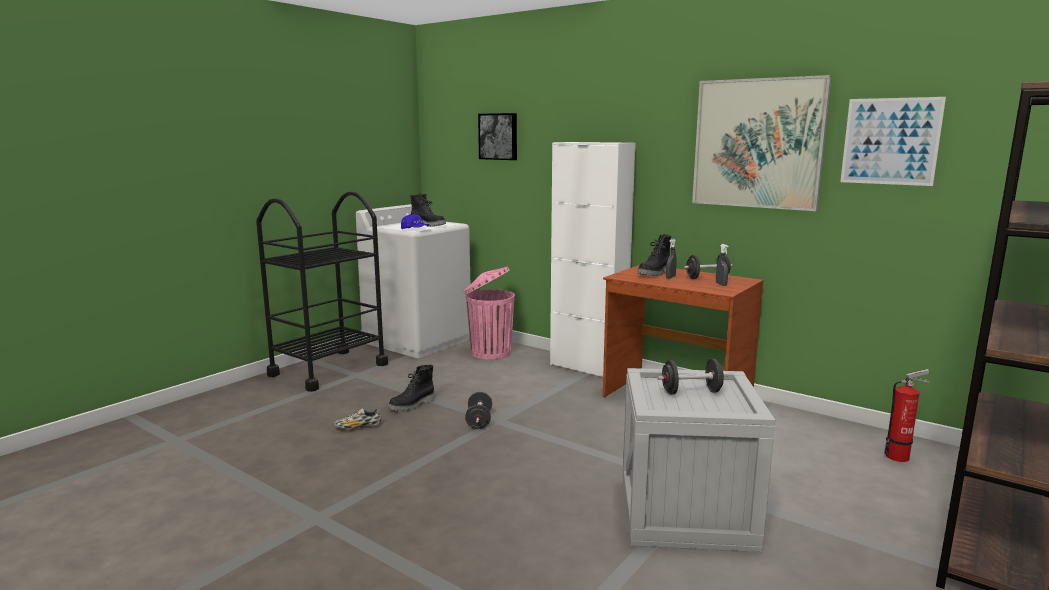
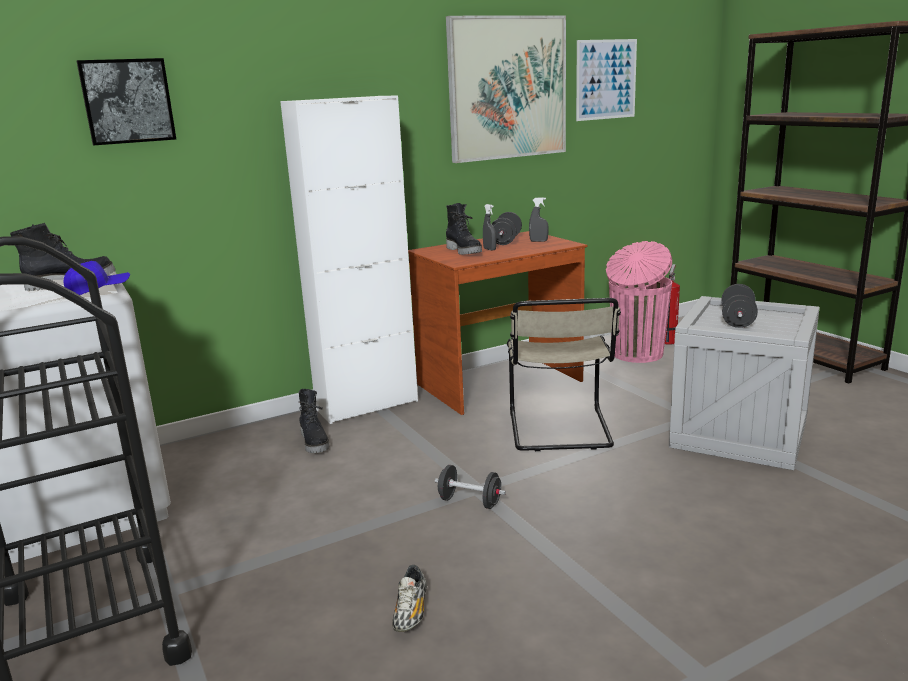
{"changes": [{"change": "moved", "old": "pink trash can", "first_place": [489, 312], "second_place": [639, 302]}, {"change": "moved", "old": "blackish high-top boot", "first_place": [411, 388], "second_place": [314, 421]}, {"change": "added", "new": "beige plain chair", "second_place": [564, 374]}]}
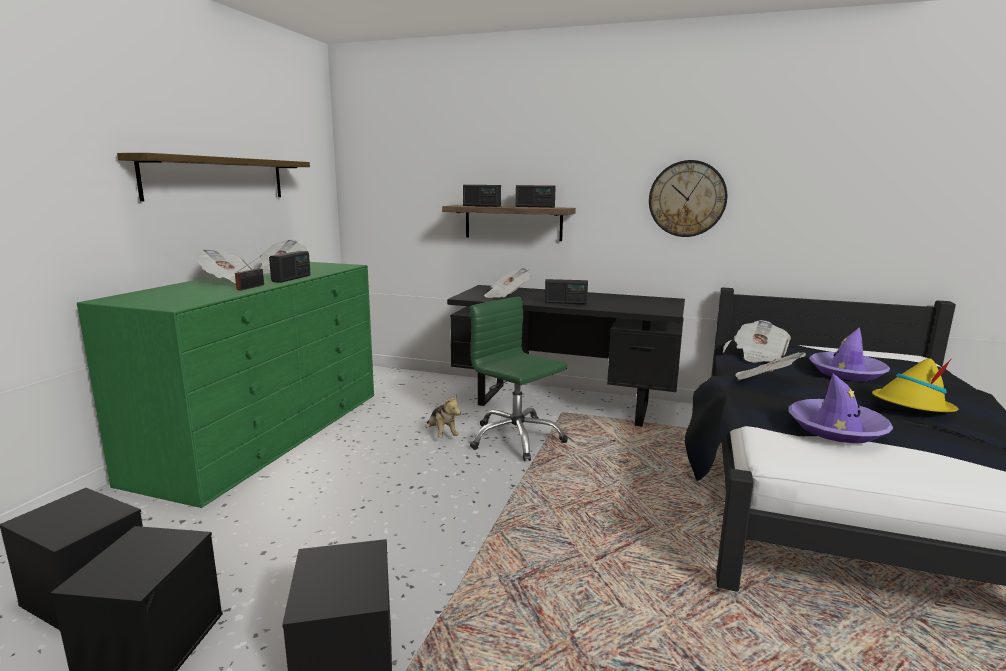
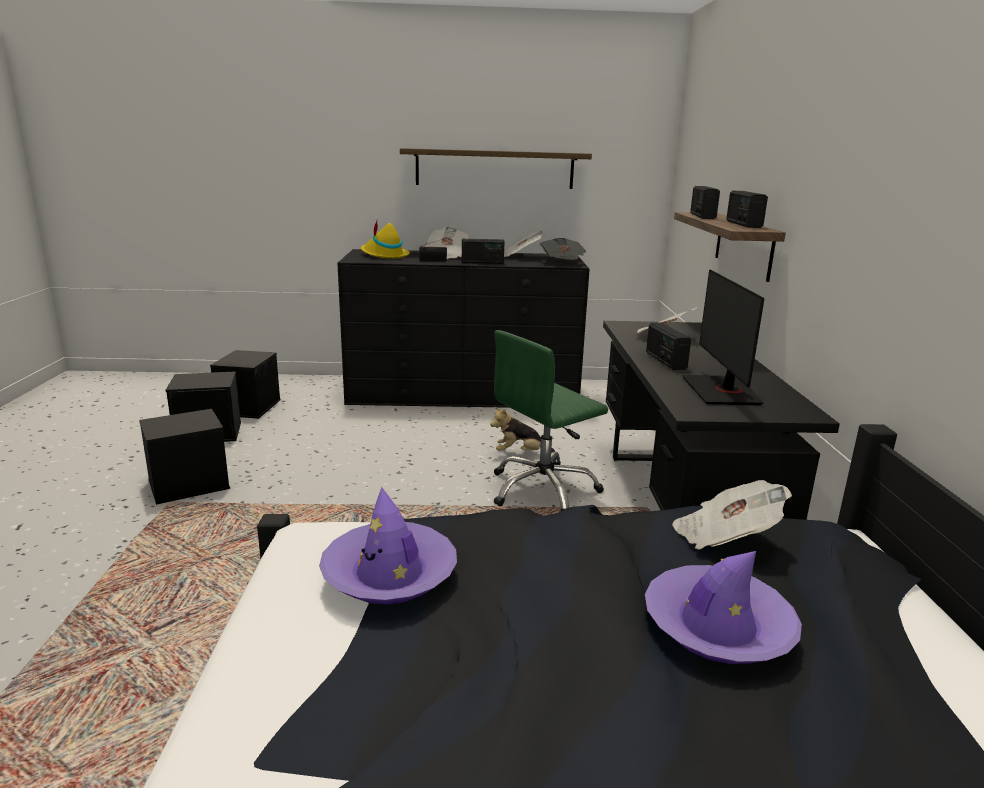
{"changes": [{"change": "removed", "old": "wall clock", "first_place": [688, 198]}, {"change": "recoloured", "old": "green-coloured chest of drawers", "new": "blackish chest of drawers", "first_place": [225, 385], "second_place": [463, 328]}, {"change": "turned", "old": "green-coloured computer chair", "first_place": [519, 379], "second_place": [551, 420], "degrees": -150}, {"change": "moved", "old": "newspaper", "first_place": [771, 366], "second_place": [563, 249]}, {"change": "moved", "old": "yellowish clothing hat", "first_place": [915, 385], "second_place": [385, 240]}, {"change": "turned", "old": "cuddly toy", "first_place": [443, 416], "second_place": [523, 429], "degrees": 45}, {"change": "added", "new": "monitor", "second_place": [723, 337]}]}
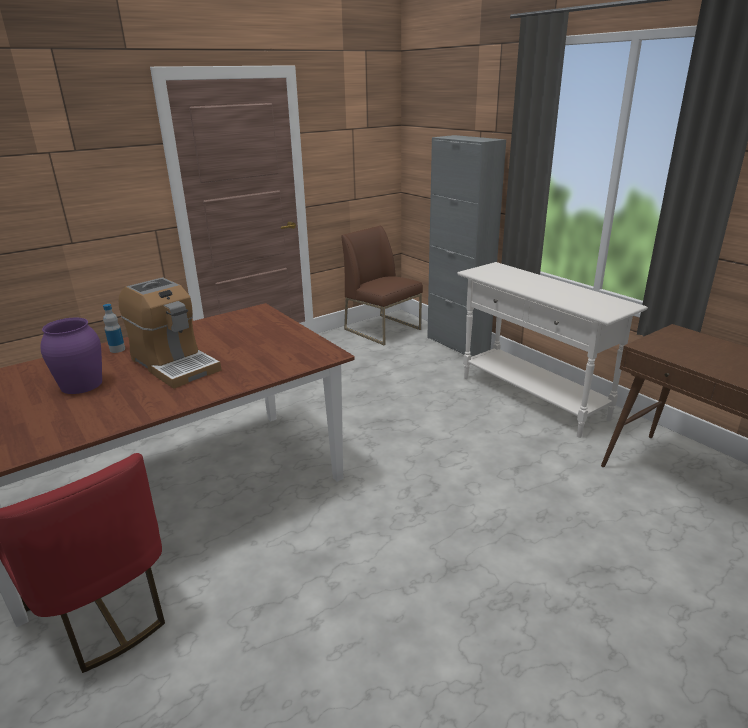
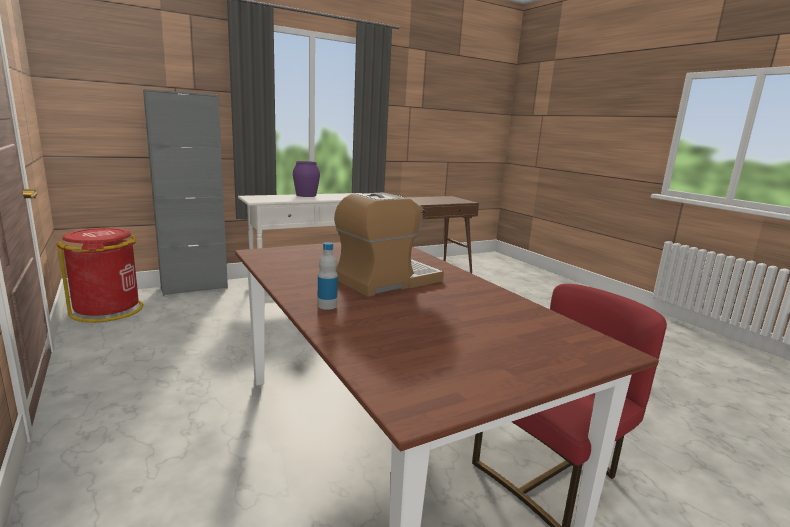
{"changes": [{"change": "replaced", "old": "brown plain chair", "new": "red-coloured trash can", "first_place": [382, 285], "second_place": [99, 275]}, {"change": "moved", "old": "purple-coloured decorative vase", "first_place": [71, 356], "second_place": [306, 179]}]}
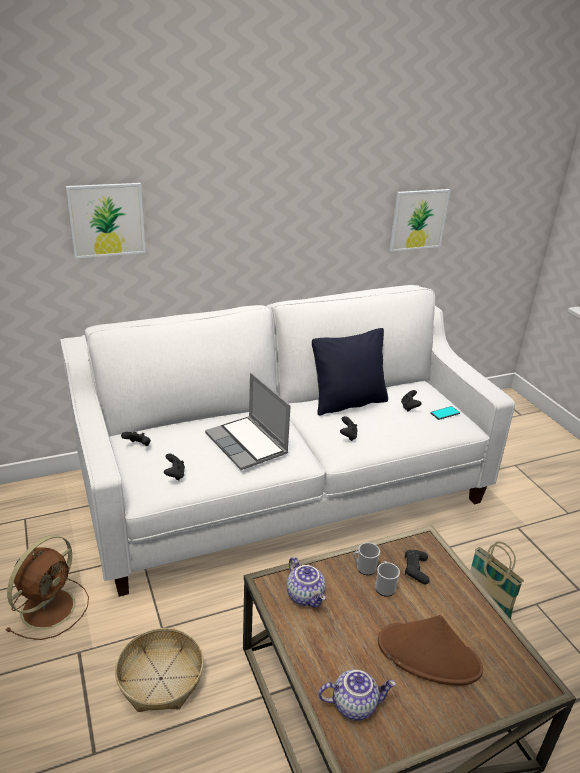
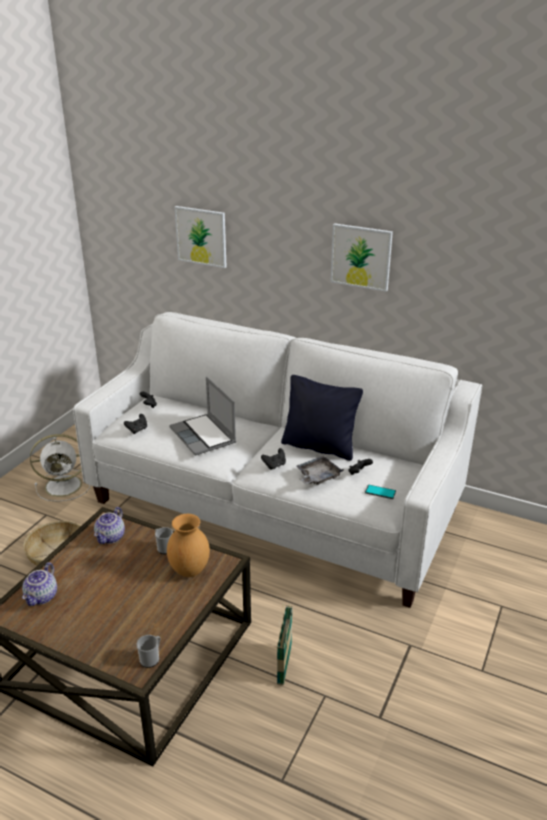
{"changes": [{"change": "moved", "old": "wall art", "first_place": [420, 220], "second_place": [362, 257]}, {"change": "turned", "old": "portable computer", "first_place": [248, 421], "second_place": [202, 416], "degrees": -45}, {"change": "recoloured", "old": "brown fan", "new": "whitish fan", "first_place": [47, 587], "second_place": [60, 468]}, {"change": "replaced", "old": "blackish joypad", "new": "brown decorative vase", "first_place": [417, 567], "second_place": [188, 545]}, {"change": "moved", "old": "mug", "first_place": [387, 579], "second_place": [149, 651]}, {"change": "removed", "old": "brown clothing hat", "first_place": [430, 650]}, {"change": "turned", "old": "tea pot", "first_place": [357, 695], "second_place": [39, 584], "degrees": 60}, {"change": "added", "new": "gray serving tray", "second_place": [320, 470]}]}
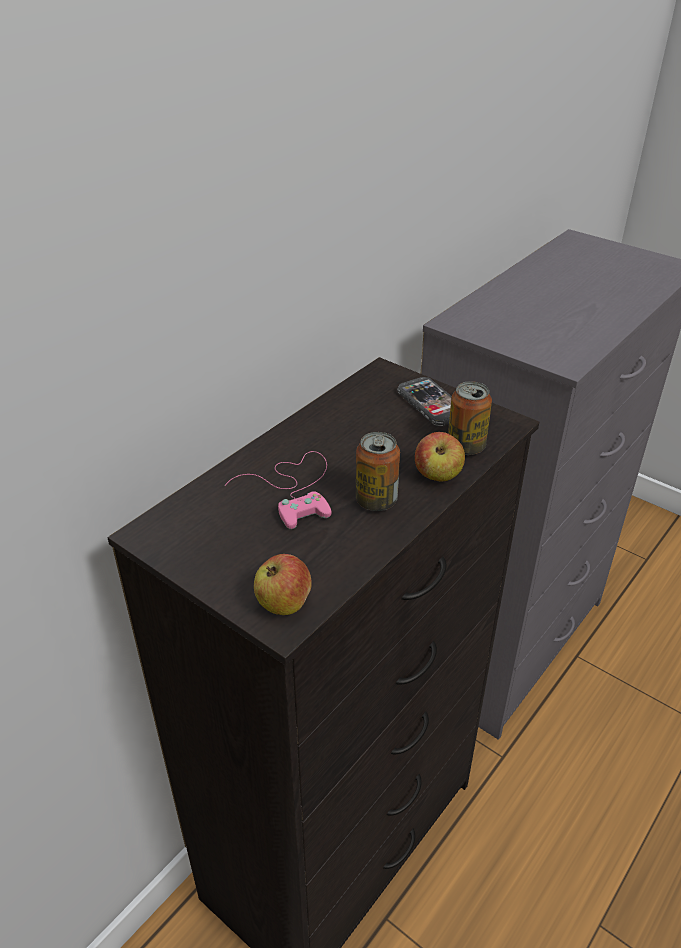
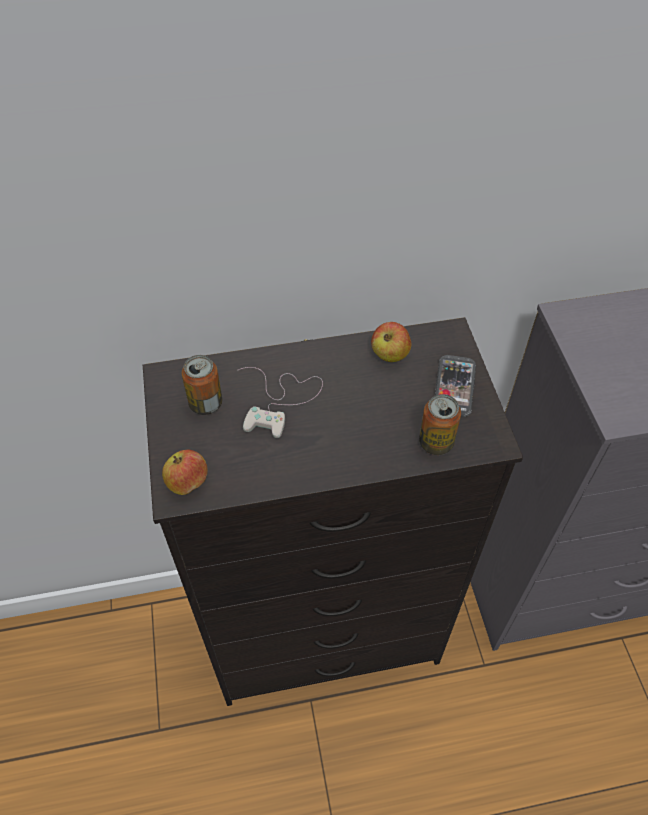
{"changes": [{"change": "moved", "old": "can", "first_place": [378, 471], "second_place": [202, 385]}, {"change": "moved", "old": "apple fruit", "first_place": [440, 456], "second_place": [391, 342]}, {"change": "recoloured", "old": "pink joypad", "new": "whitish joypad", "first_place": [278, 490], "second_place": [281, 402]}]}
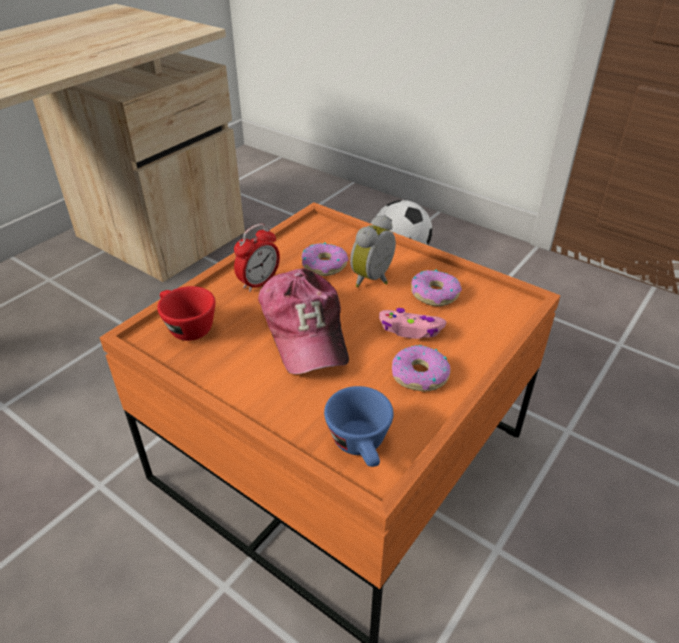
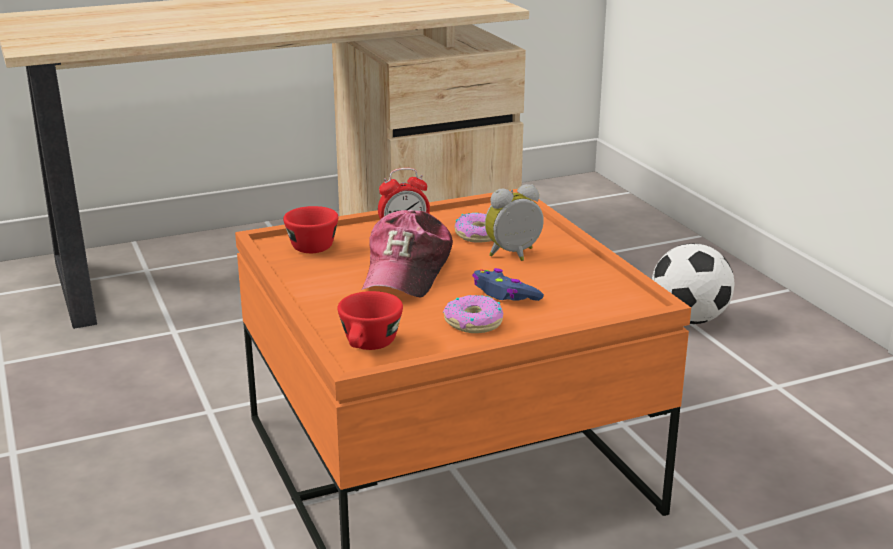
{"changes": [{"change": "removed", "old": "donut", "first_place": [436, 287]}, {"change": "recoloured", "old": "pink joypad", "new": "blue joypad", "first_place": [413, 323], "second_place": [508, 284]}, {"change": "recoloured", "old": "blue cup", "new": "red-coloured cup", "first_place": [359, 426], "second_place": [370, 320]}]}
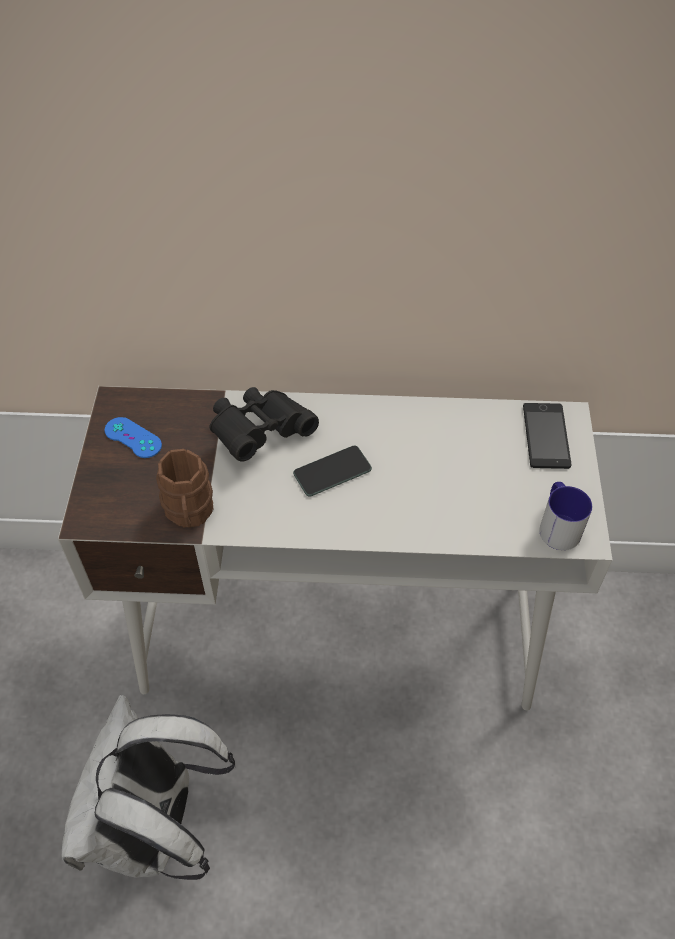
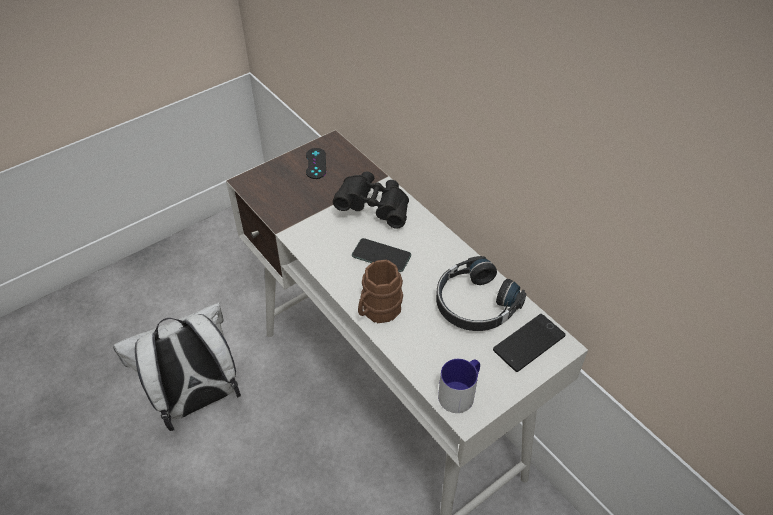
{"changes": [{"change": "recoloured", "old": "blue joypad", "new": "blackish joypad", "first_place": [133, 437], "second_place": [316, 163]}, {"change": "moved", "old": "brown mug", "first_place": [185, 488], "second_place": [380, 291]}, {"change": "added", "new": "blackish headphones", "second_place": [481, 293]}]}
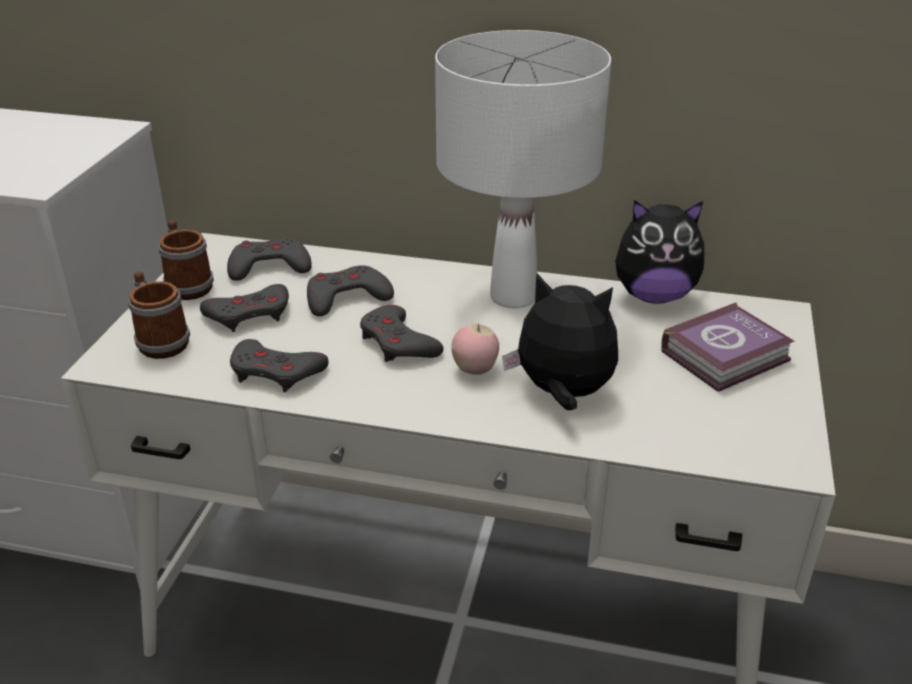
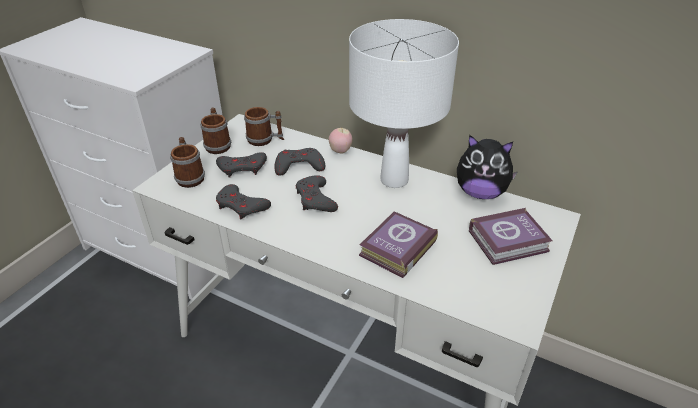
{"changes": [{"change": "replaced", "old": "gray joypad", "new": "mug", "first_place": [269, 259], "second_place": [264, 126]}, {"change": "replaced", "old": "cuddly toy", "new": "bound book", "first_place": [560, 341], "second_place": [398, 244]}, {"change": "moved", "old": "apple fruit", "first_place": [475, 349], "second_place": [341, 140]}]}
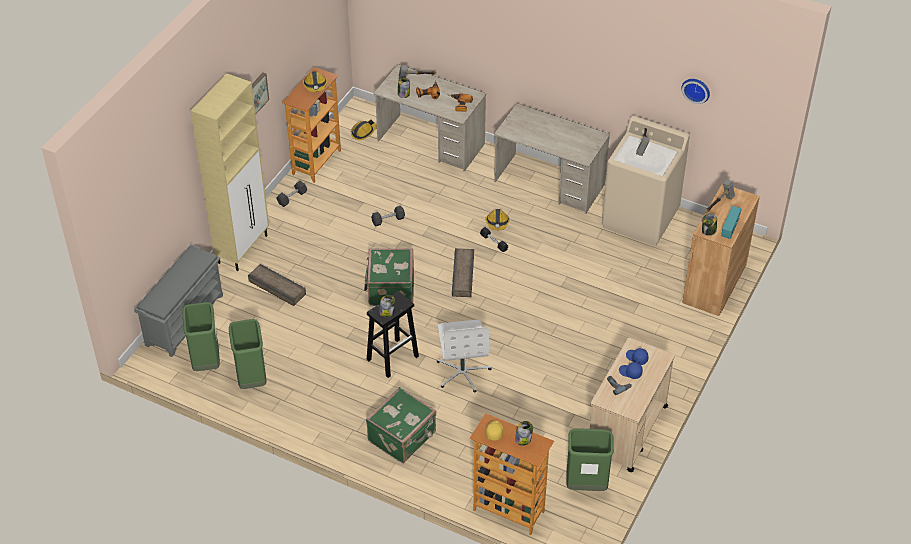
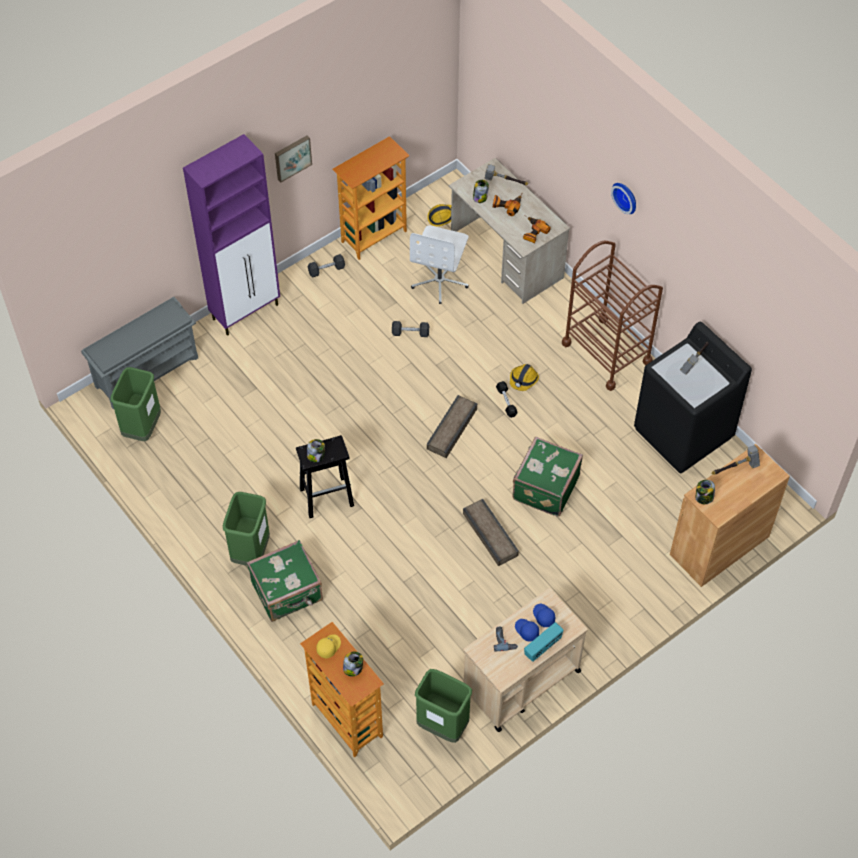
{"changes": [{"change": "removed", "old": "safety helmet", "first_place": [315, 82]}, {"change": "recoloured", "old": "beige cabinet", "new": "purple-coloured cabinet", "first_place": [230, 172], "second_place": [231, 235]}, {"change": "moved", "old": "wall clock", "first_place": [696, 91], "second_place": [623, 198]}, {"change": "replaced", "old": "beige desk", "new": "brown wheeled cart", "first_place": [552, 158], "second_place": [612, 315]}, {"change": "recoloured", "old": "beige washing machine", "new": "blackish washing machine", "first_place": [646, 181], "second_place": [693, 397]}, {"change": "moved", "old": "radio receiver", "first_place": [731, 222], "second_place": [544, 642]}, {"change": "moved", "old": "green-coloured travel case", "first_place": [389, 277], "second_place": [547, 477]}, {"change": "moved", "old": "crate", "first_place": [277, 285], "second_place": [491, 532]}, {"change": "moved", "old": "green-coloured trash can", "first_place": [247, 354], "second_place": [246, 529]}, {"change": "moved", "old": "whitish computer chair", "first_place": [464, 356], "second_place": [439, 265]}]}
